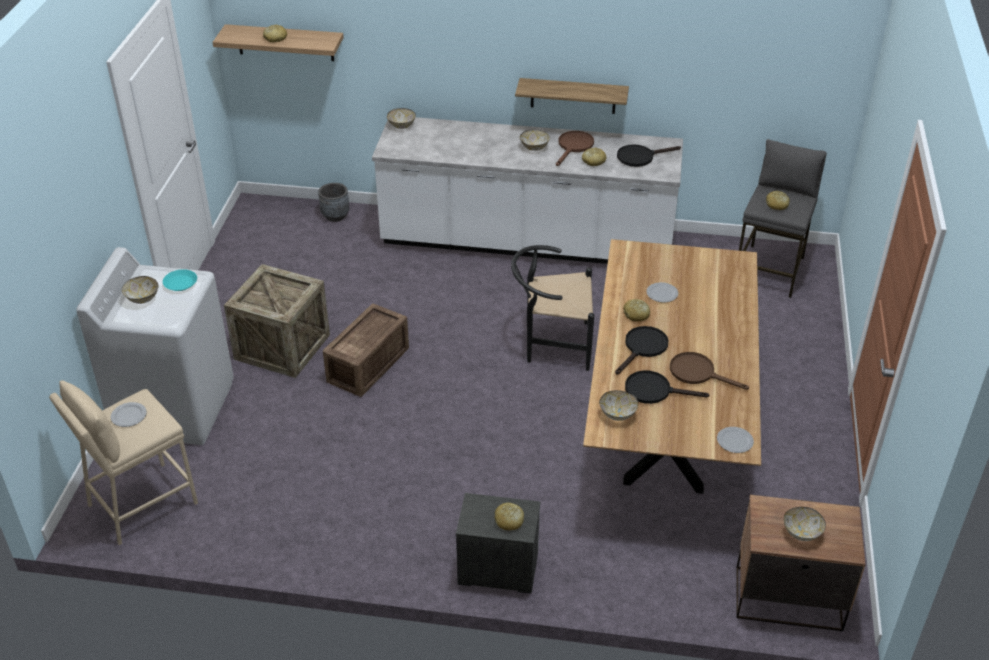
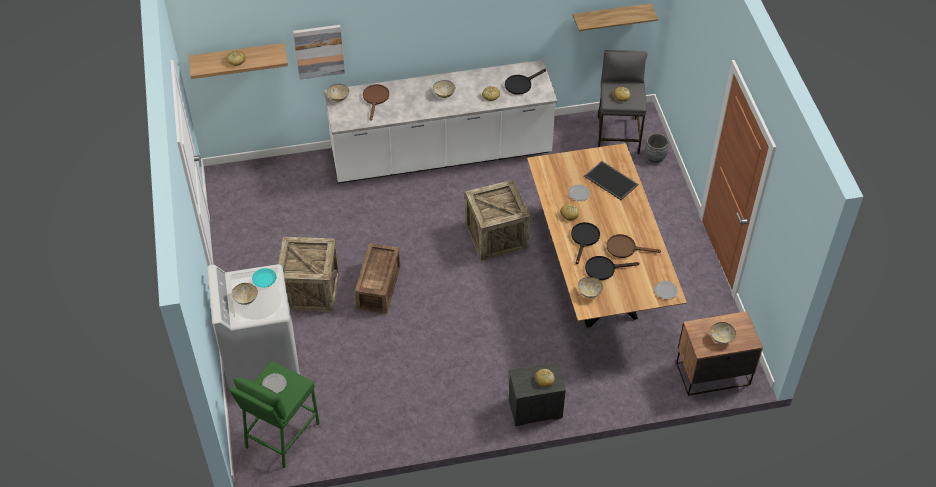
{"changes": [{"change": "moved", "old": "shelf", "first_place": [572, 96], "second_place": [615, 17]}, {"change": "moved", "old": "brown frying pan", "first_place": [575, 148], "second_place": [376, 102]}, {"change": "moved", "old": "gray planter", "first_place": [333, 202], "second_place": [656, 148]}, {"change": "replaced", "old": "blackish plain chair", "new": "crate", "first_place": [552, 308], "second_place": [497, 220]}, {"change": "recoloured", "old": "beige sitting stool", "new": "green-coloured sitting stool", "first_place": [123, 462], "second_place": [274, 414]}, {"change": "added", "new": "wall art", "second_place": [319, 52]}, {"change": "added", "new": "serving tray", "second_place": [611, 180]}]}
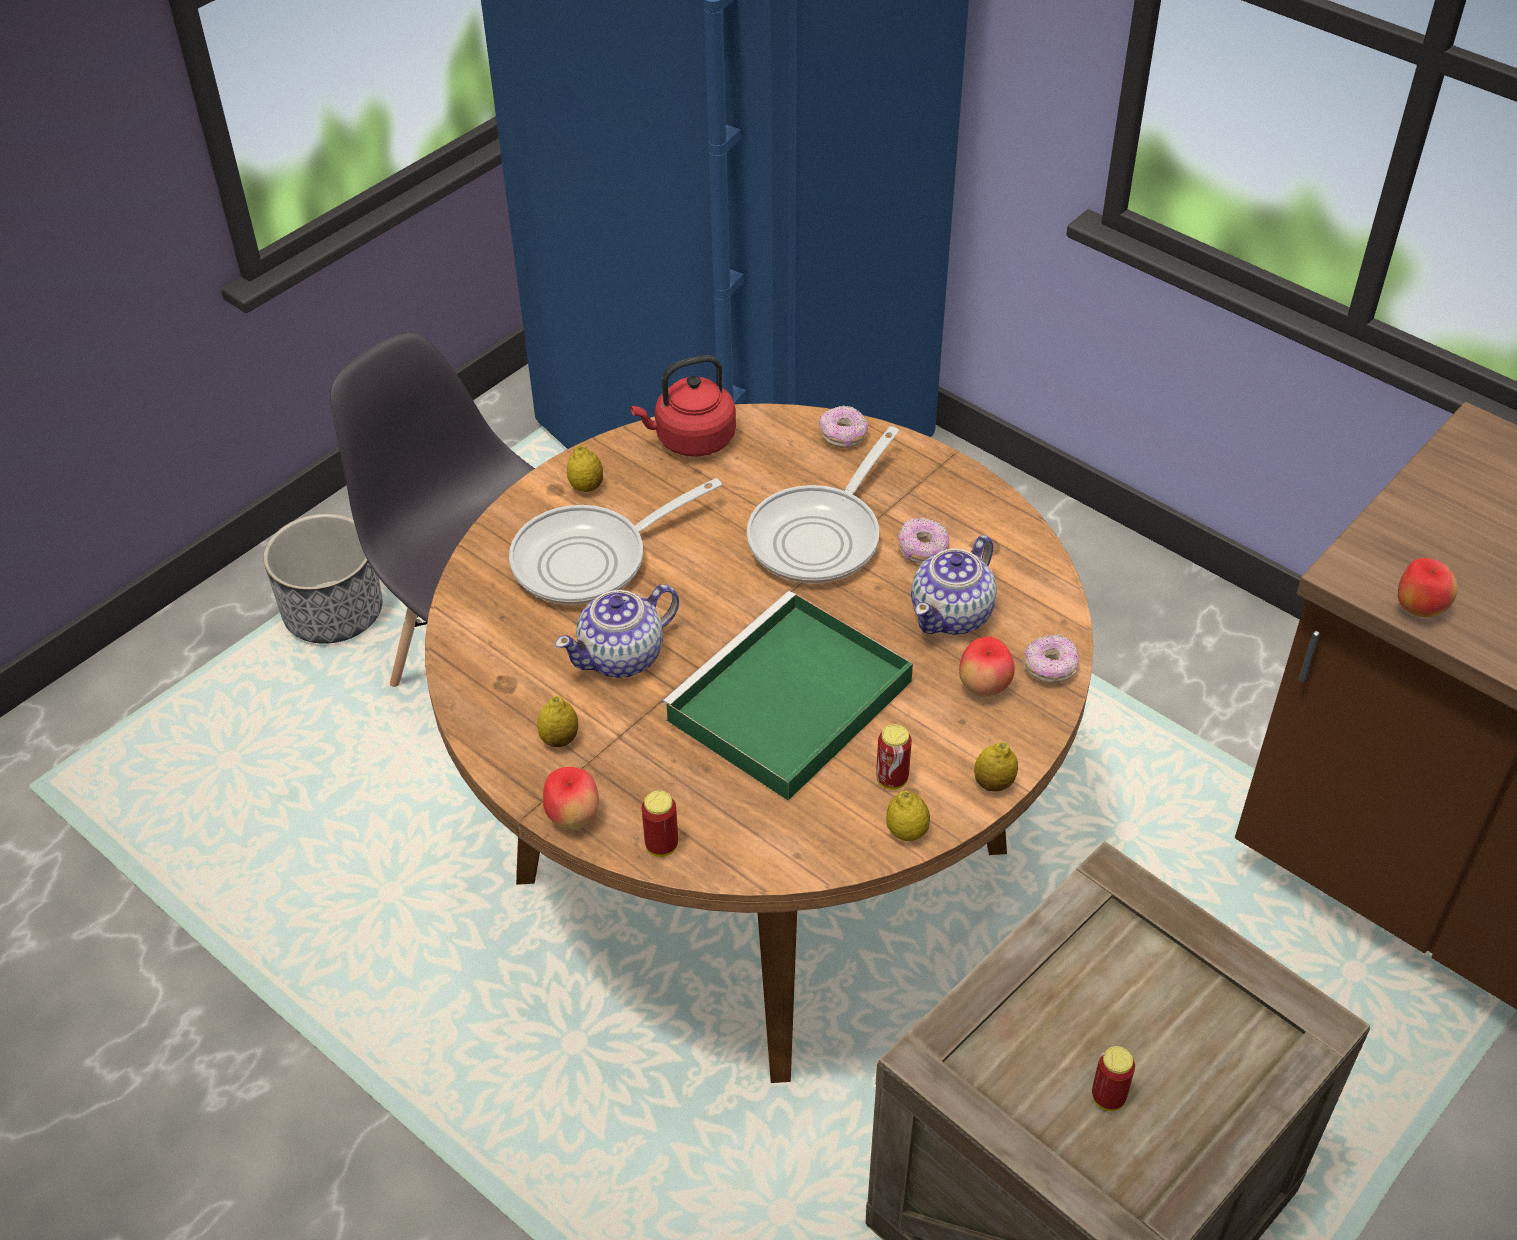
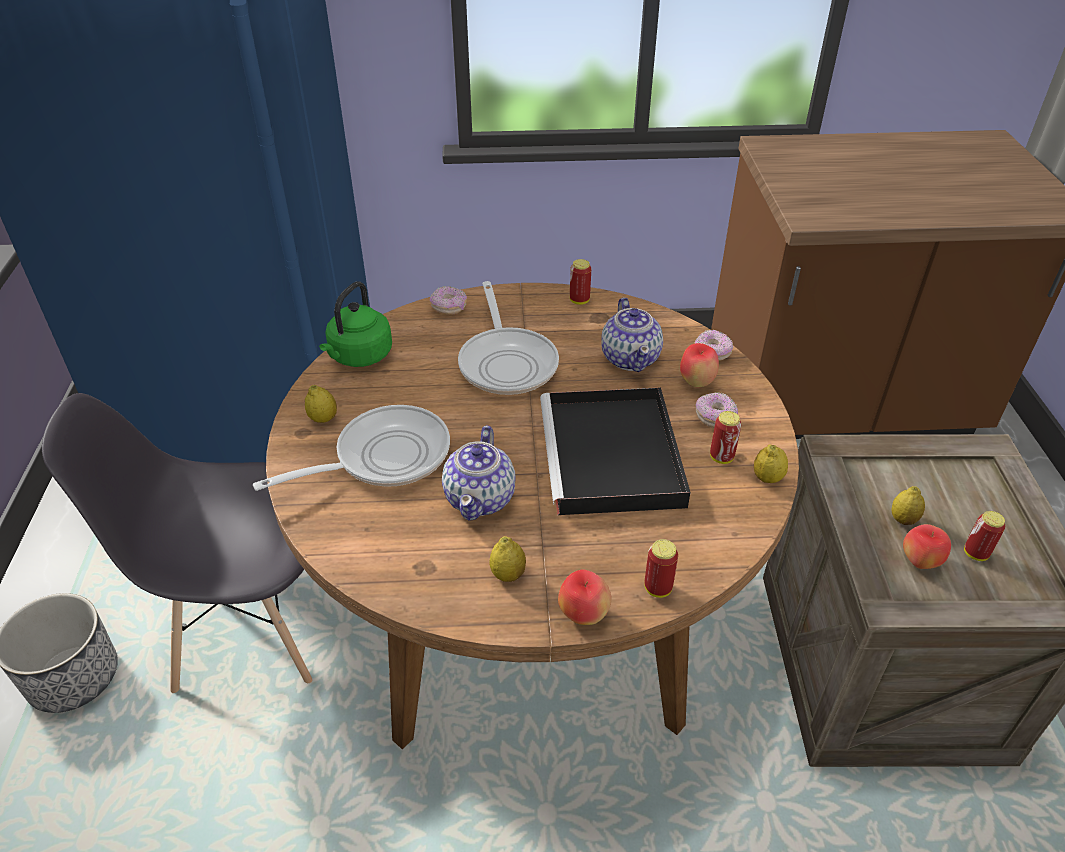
{"changes": [{"change": "recoloured", "old": "red-coloured water kettle", "new": "green-coloured water kettle", "first_place": [683, 406], "second_place": [355, 324]}, {"change": "turned", "old": "frying pan", "first_place": [615, 541], "second_place": [351, 448], "degrees": -135}, {"change": "moved", "old": "donut", "first_place": [923, 540], "second_place": [717, 410]}, {"change": "moved", "old": "apple fruit", "first_place": [1428, 587], "second_place": [927, 546]}, {"change": "recoloured", "old": "green-coloured serving tray", "new": "blackish serving tray", "first_place": [787, 695], "second_place": [615, 451]}, {"change": "moved", "old": "lemon", "first_place": [996, 767], "second_place": [908, 505]}, {"change": "added", "new": "can", "second_place": [580, 282]}]}
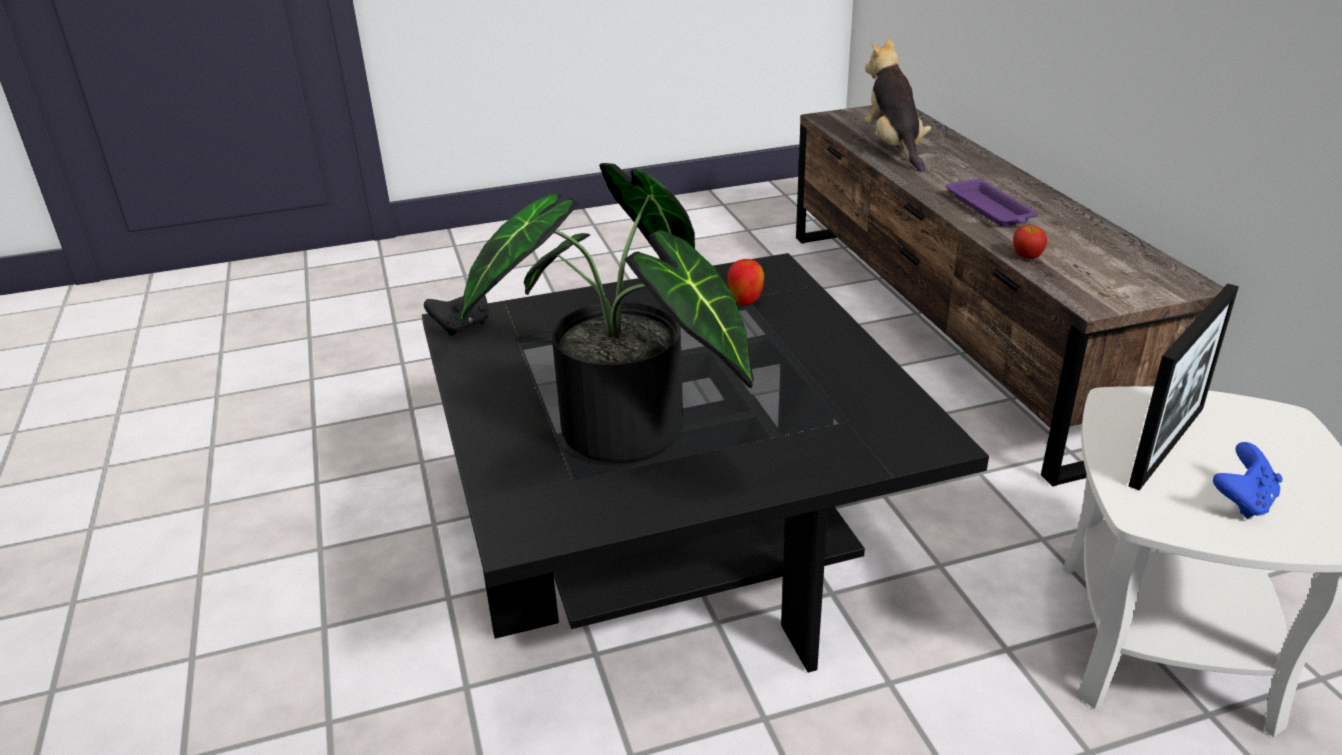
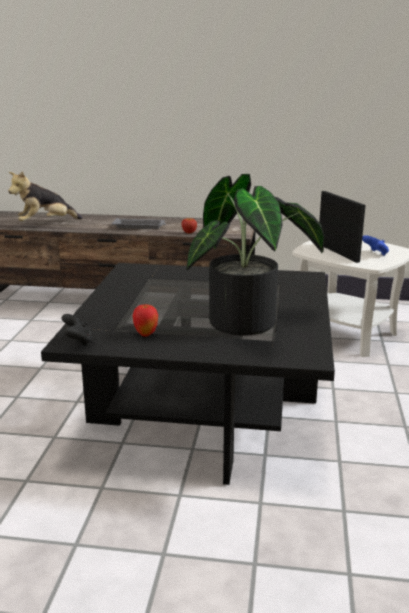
{"changes": [{"change": "turned", "old": "cuddly toy", "first_place": [898, 105], "second_place": [45, 196], "degrees": -45}, {"change": "recoloured", "old": "purple-coloured serving tray", "new": "gray serving tray", "first_place": [992, 202], "second_place": [139, 223]}, {"change": "moved", "old": "apple fruit", "first_place": [745, 282], "second_place": [145, 320]}]}
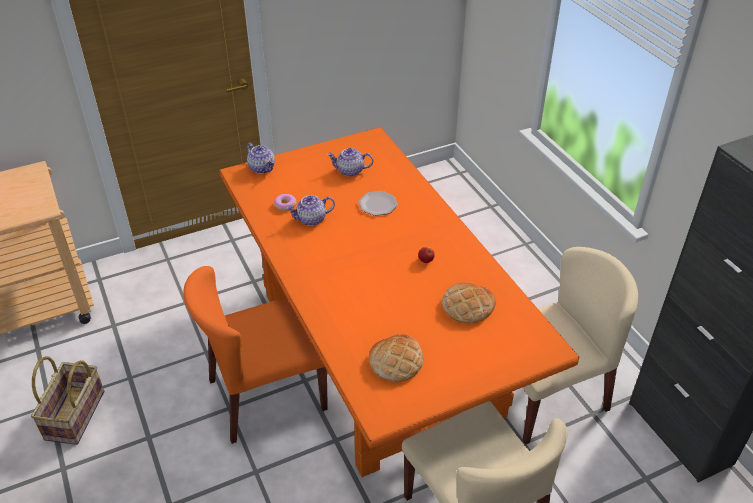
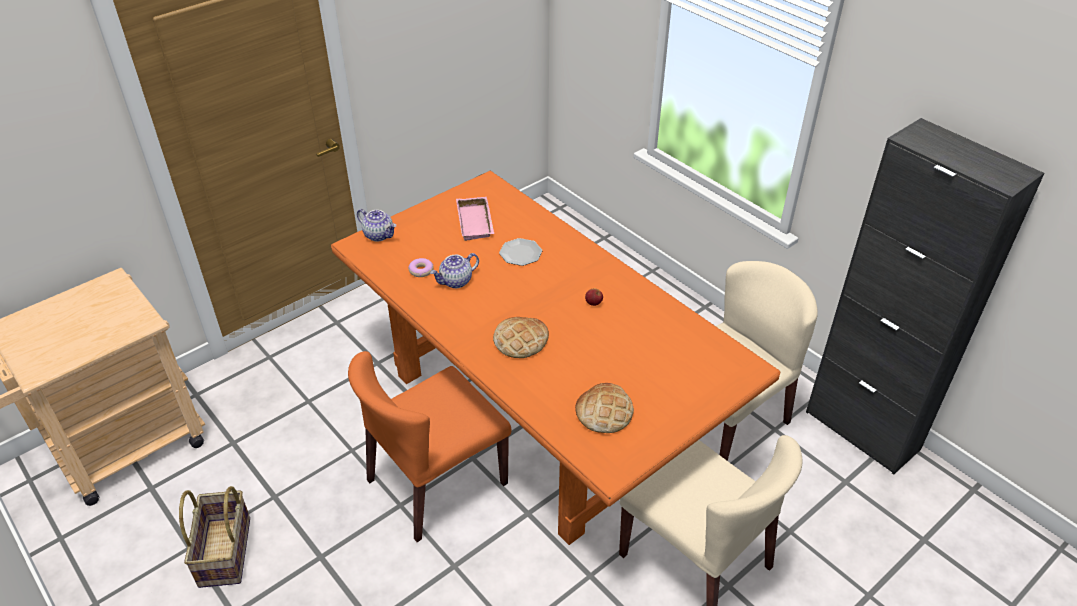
{"changes": [{"change": "replaced", "old": "tea pot", "new": "pink serving tray", "first_place": [350, 162], "second_place": [475, 219]}, {"change": "moved", "old": "baked bread", "first_place": [469, 303], "second_place": [521, 337]}]}
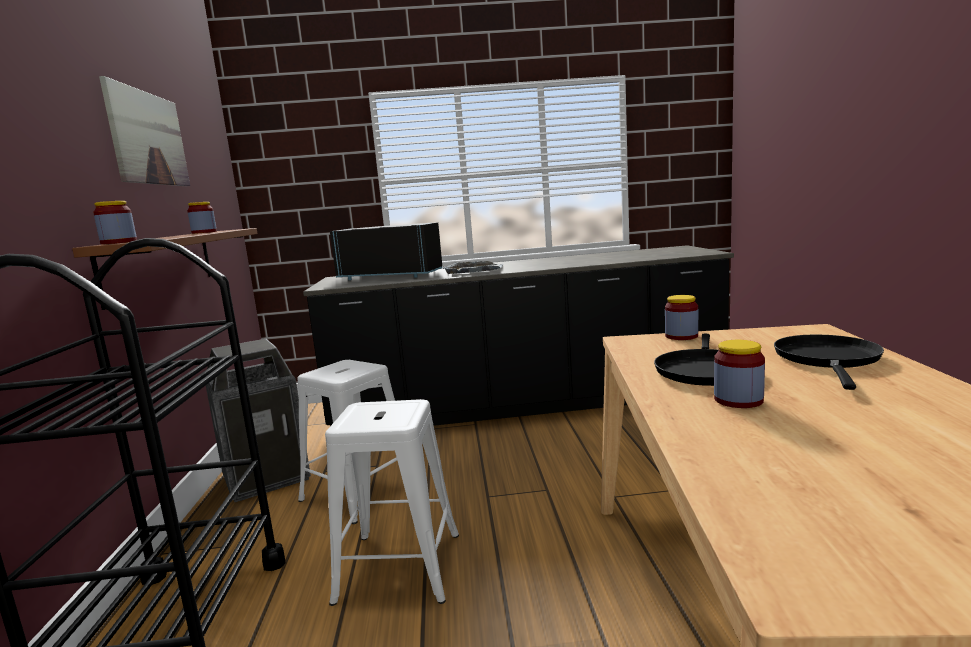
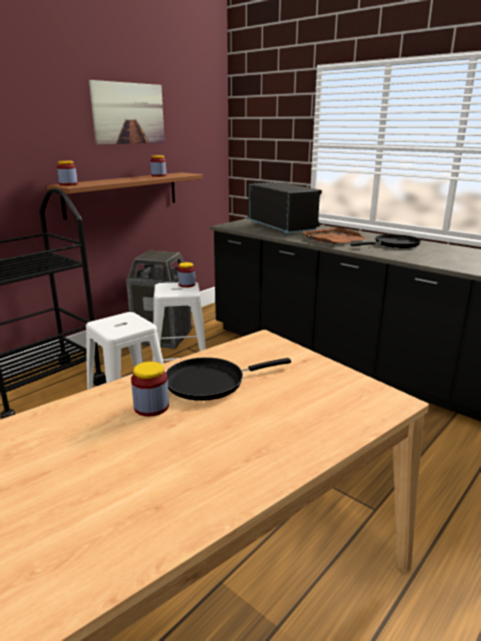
{"changes": [{"change": "recoloured", "old": "gray serving tray", "new": "brown serving tray", "first_place": [473, 267], "second_place": [335, 235]}, {"change": "moved", "old": "jar", "first_place": [681, 317], "second_place": [186, 275]}, {"change": "moved", "old": "blackish frying pan", "first_place": [829, 362], "second_place": [386, 241]}]}
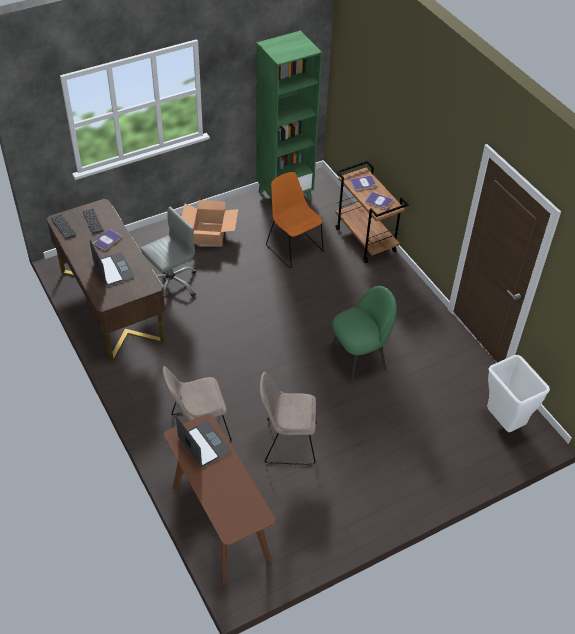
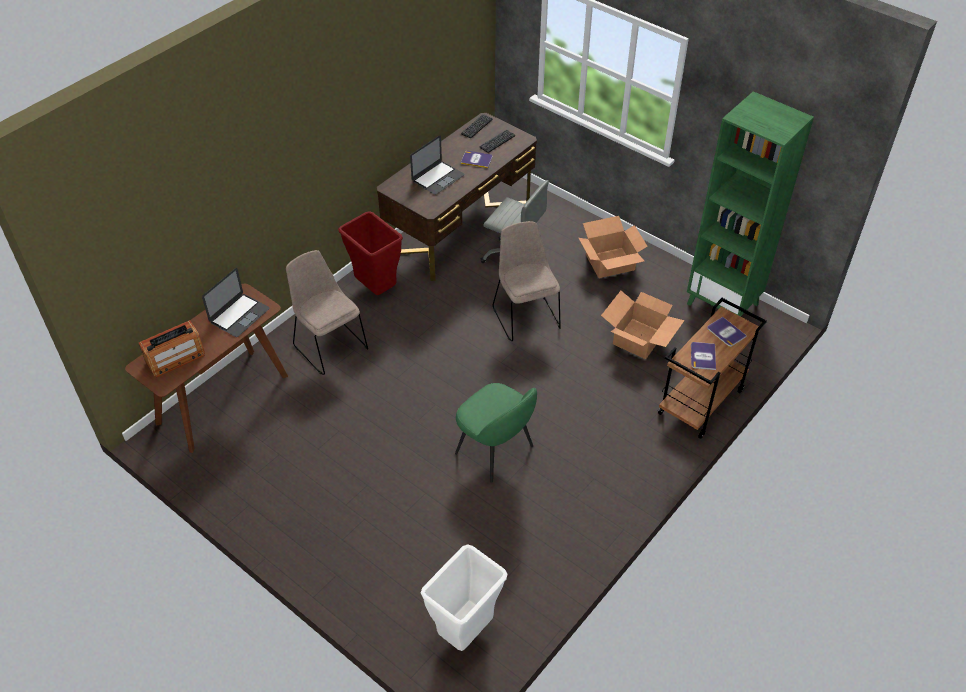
{"changes": [{"change": "replaced", "old": "orange plain chair", "new": "carton", "first_place": [295, 220], "second_place": [643, 325]}, {"change": "moved", "old": "beige plain chair", "first_place": [288, 419], "second_place": [527, 281]}, {"change": "added", "new": "red-coloured trash can", "second_place": [370, 253]}, {"change": "added", "new": "radio receiver", "second_place": [172, 348]}]}
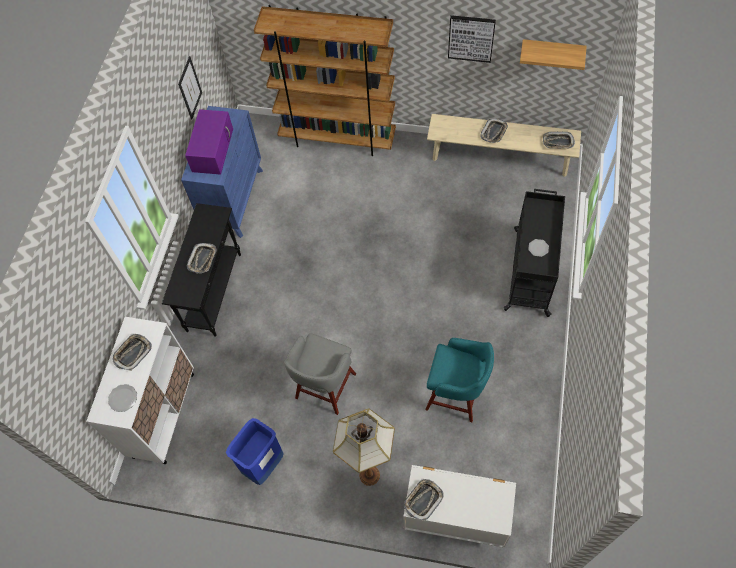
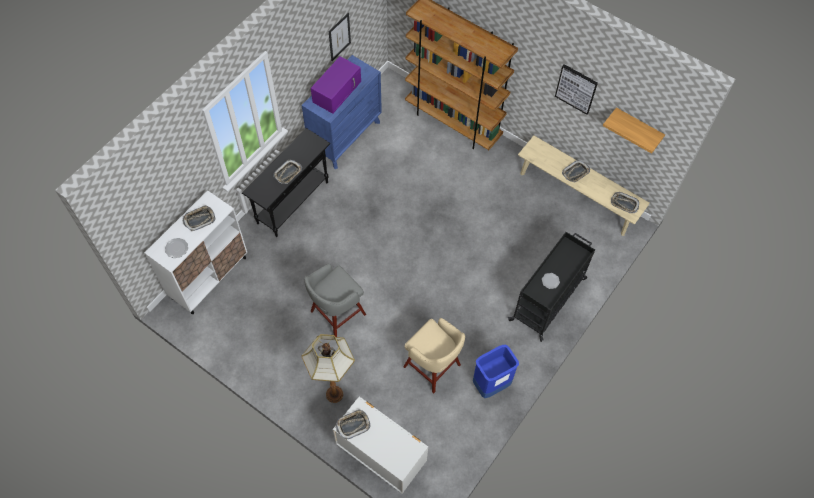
{"changes": [{"change": "recoloured", "old": "blue-green sitting stool", "new": "beige sitting stool", "first_place": [459, 380], "second_place": [434, 355]}, {"change": "moved", "old": "blue trash can", "first_place": [255, 451], "second_place": [496, 371]}]}
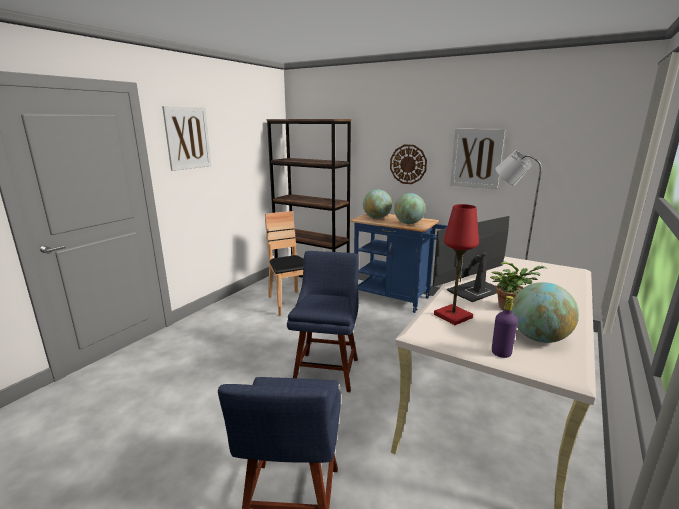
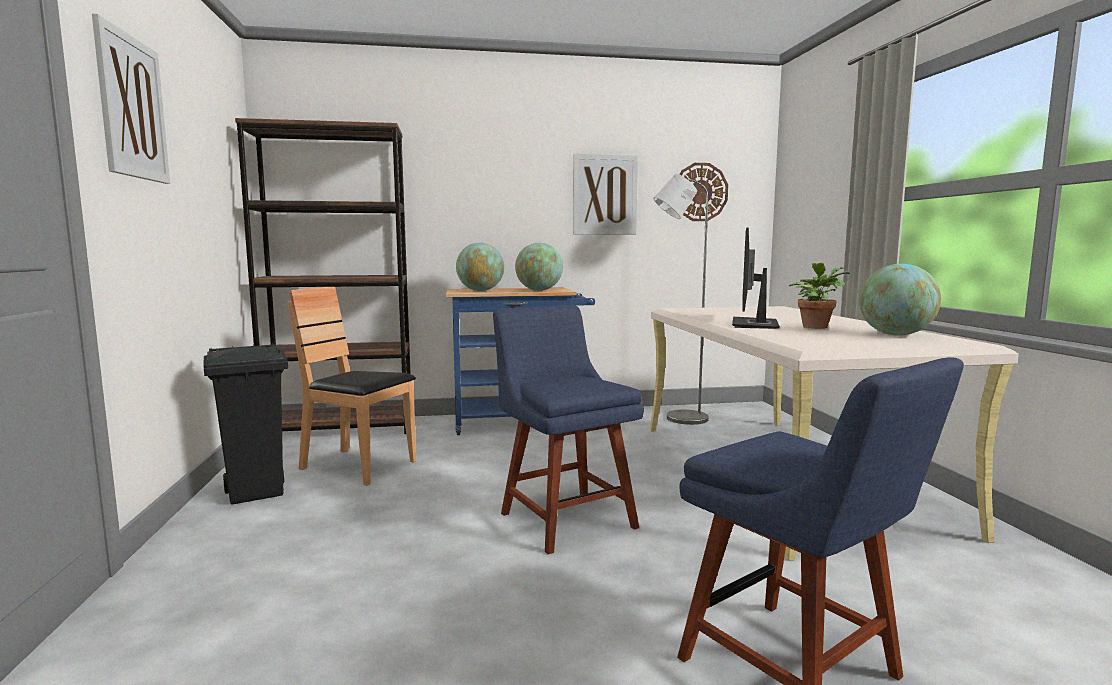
{"changes": [{"change": "moved", "old": "wall clock", "first_place": [408, 164], "second_place": [703, 192]}, {"change": "removed", "old": "red-coloured tabletop lamp", "first_place": [456, 264]}, {"change": "removed", "old": "purple-coloured beverage bottle", "first_place": [505, 327]}, {"change": "added", "new": "blackish trash can", "second_place": [245, 424]}]}
